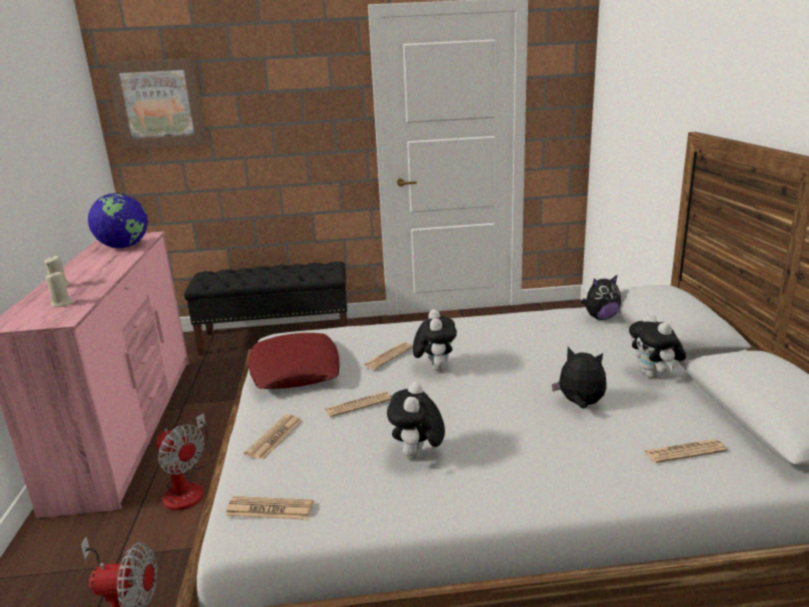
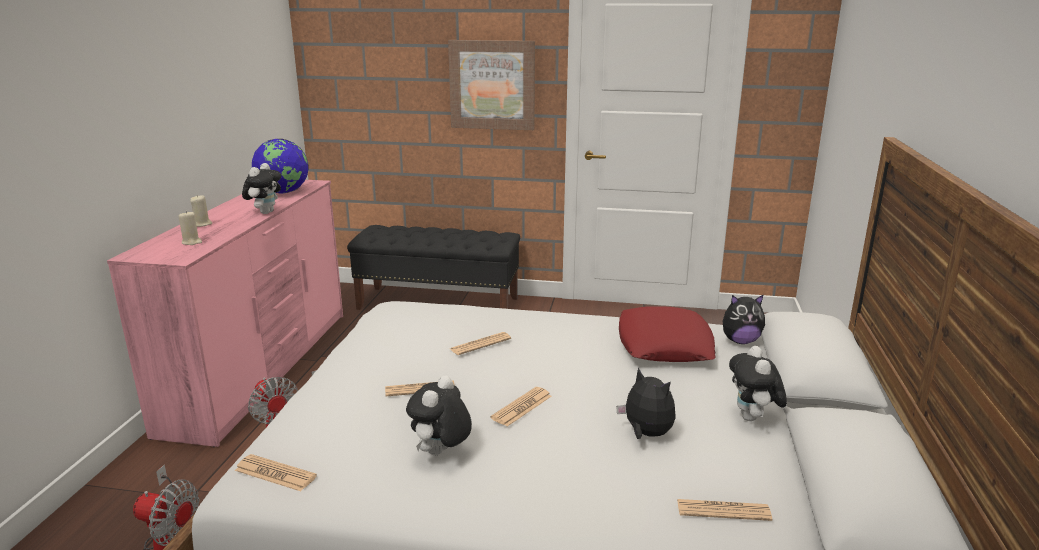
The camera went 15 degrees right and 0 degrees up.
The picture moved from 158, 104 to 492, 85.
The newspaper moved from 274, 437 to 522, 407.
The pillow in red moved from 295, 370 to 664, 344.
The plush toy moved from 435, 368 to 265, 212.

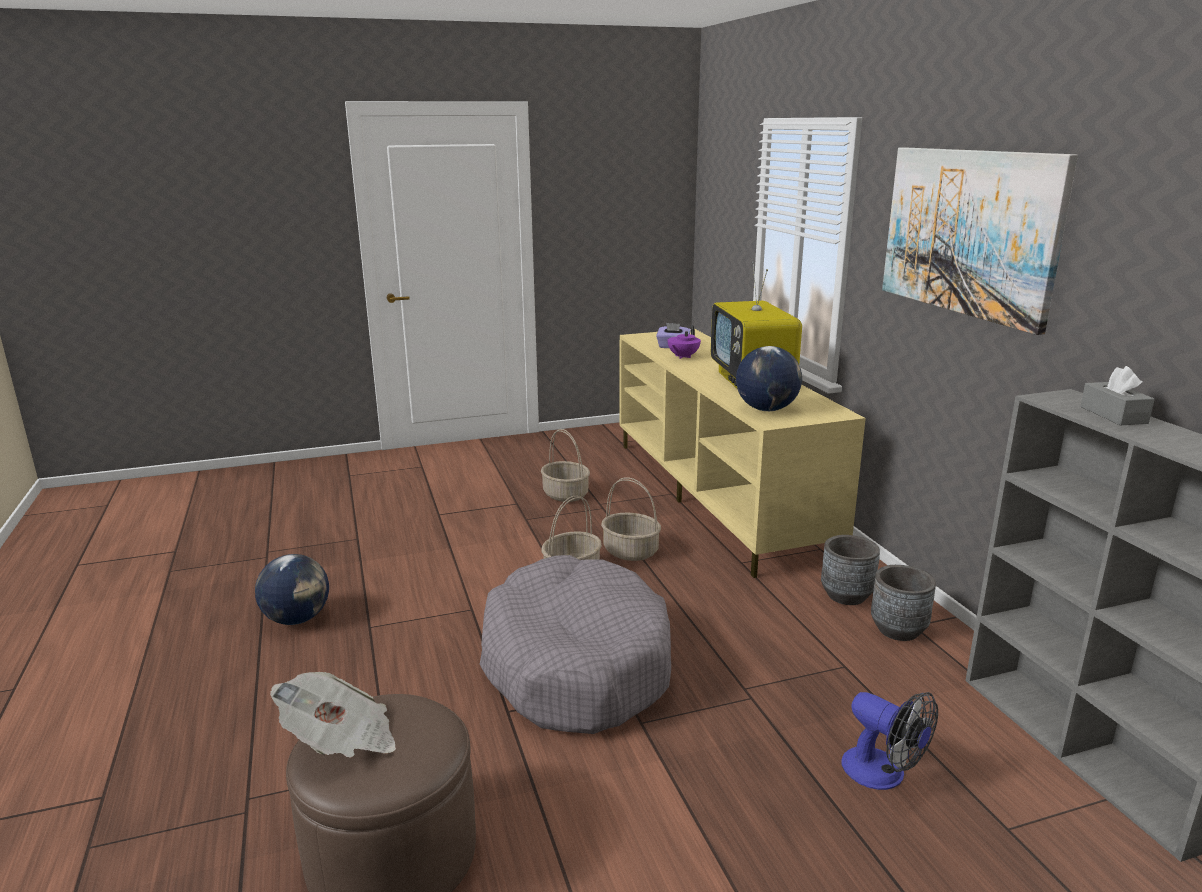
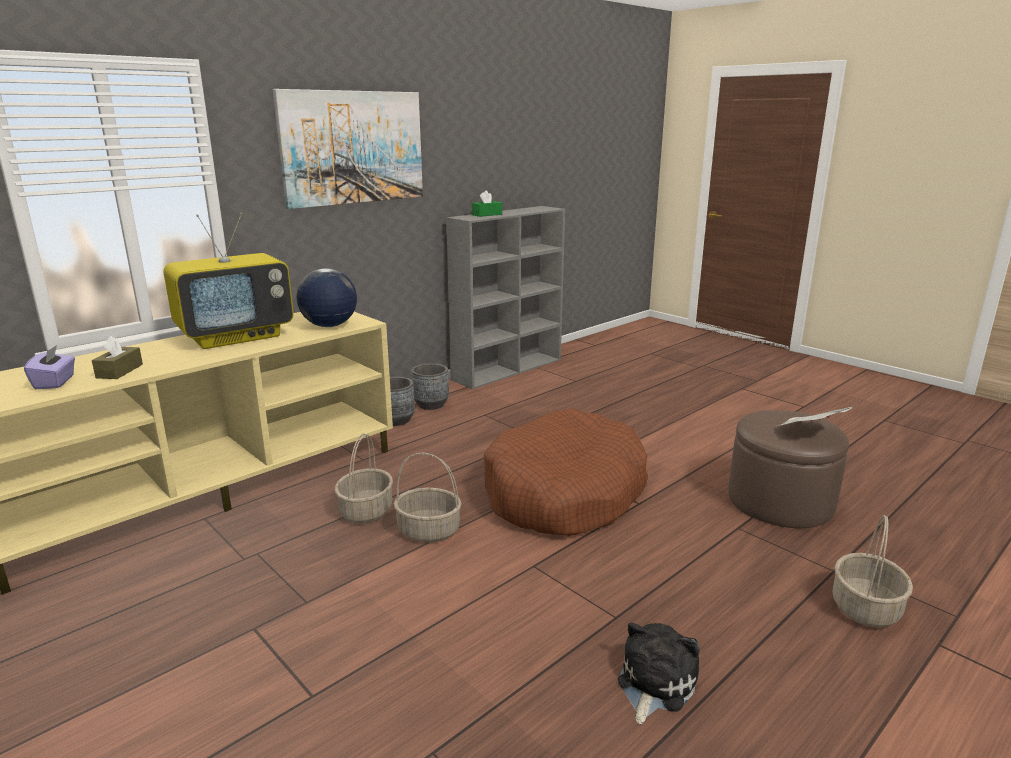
The camera went 115 degrees left and 0 degrees up.
The fan at 883, 774 disappeared.
The basket moved from 566, 494 to 865, 607.
The globe at 297, 619 was replaced by the plush toy at 654, 684.
The teapot in purple at 682, 357 was replaced by the tissue box in brown at 119, 371.
The dog bed in grey at 575, 664 became the dog bed in brown at 564, 493.
The tissue box in grey at 1113, 415 became the tissue box in green at 487, 214.

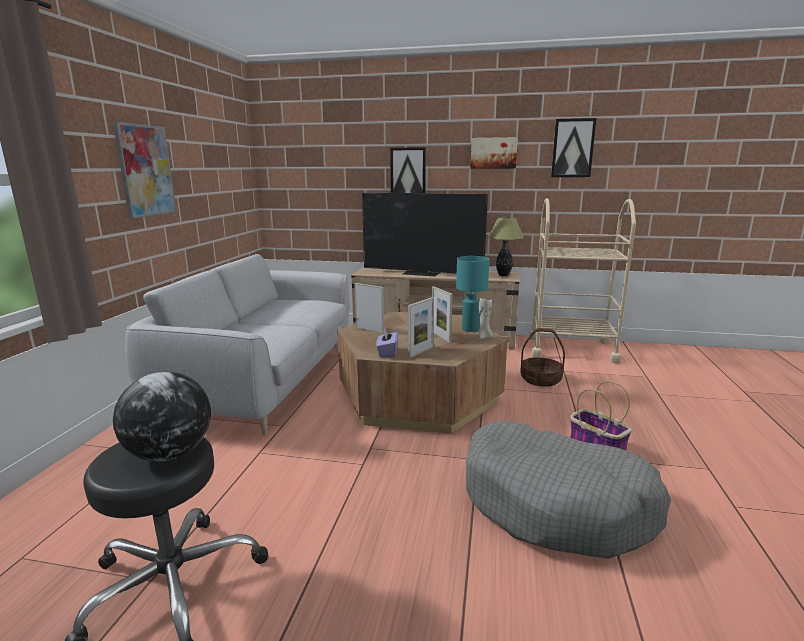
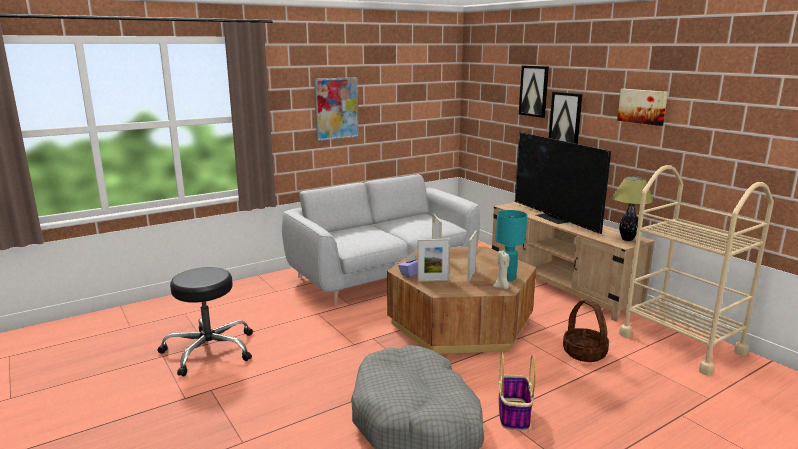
The camera went 45 degrees right and 0 degrees up.
The globe at 170, 454 disappeared.
The picture moved from 572, 148 to 534, 91.

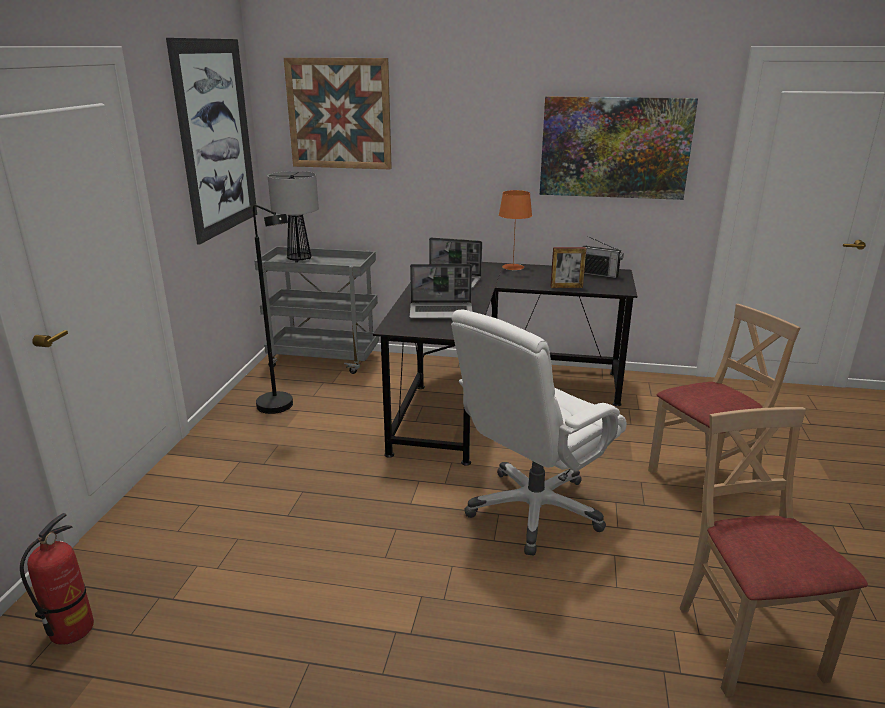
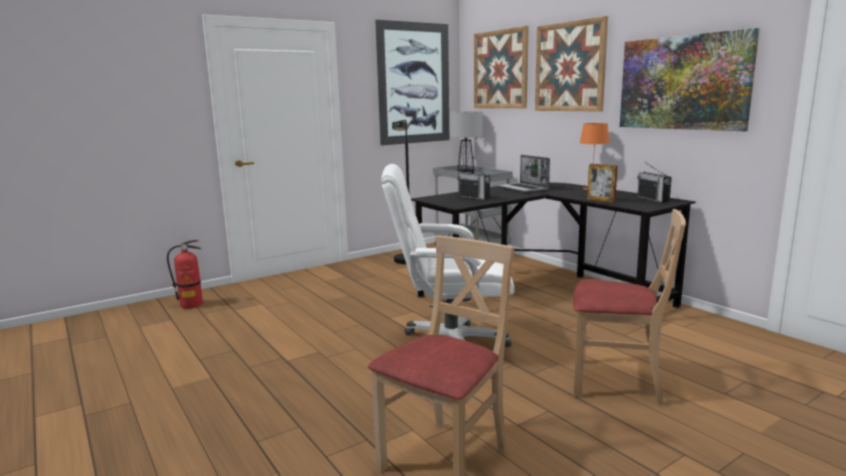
The camera went 45 degrees right and 10 degrees down.
The picture at 569, 67 appeared.
The laptop at 442, 312 was replaced by the radio at 474, 197.

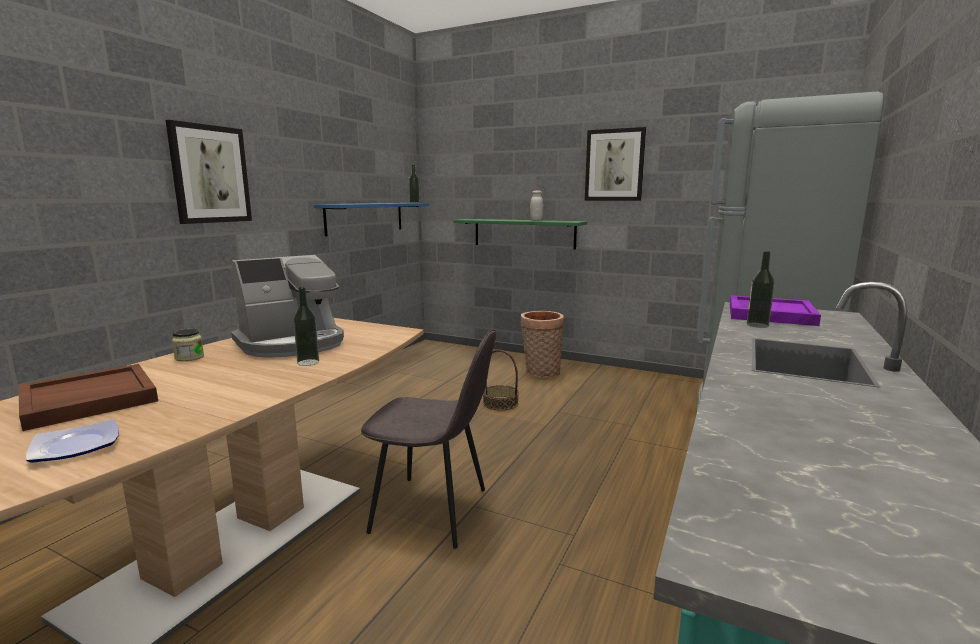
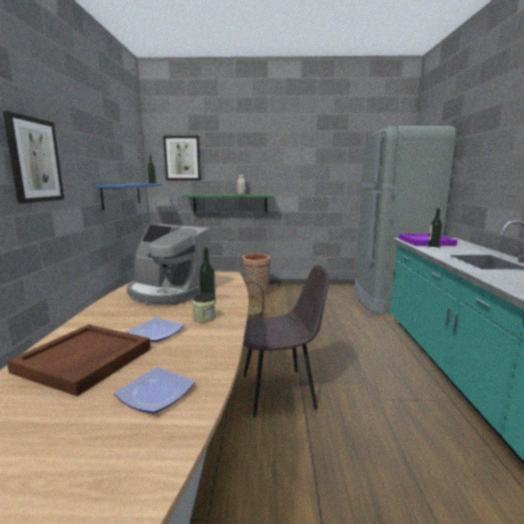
The camera went 25 degrees left and 0 degrees up.
The plate at 157, 333 appeared.
The jar moved from 189, 357 to 204, 318.
The picture moved from 614, 165 to 182, 158.
The coffee machine at 292, 344 turned 90 degrees clockwise.

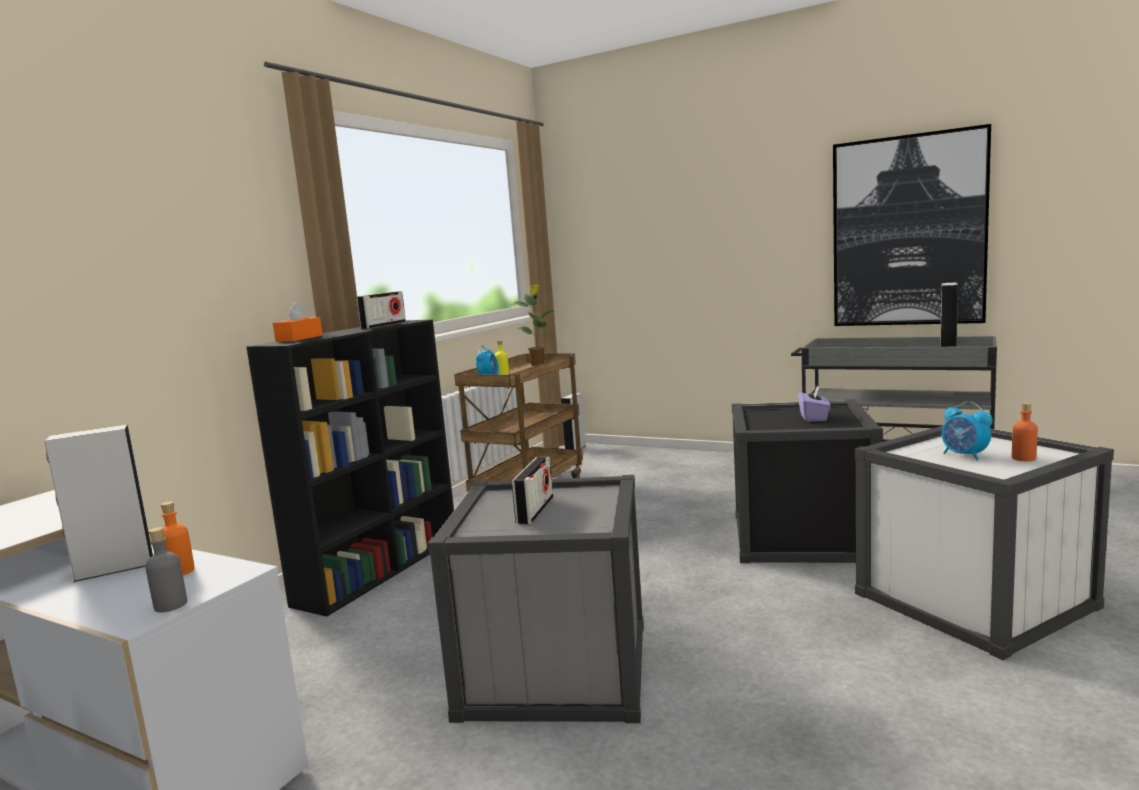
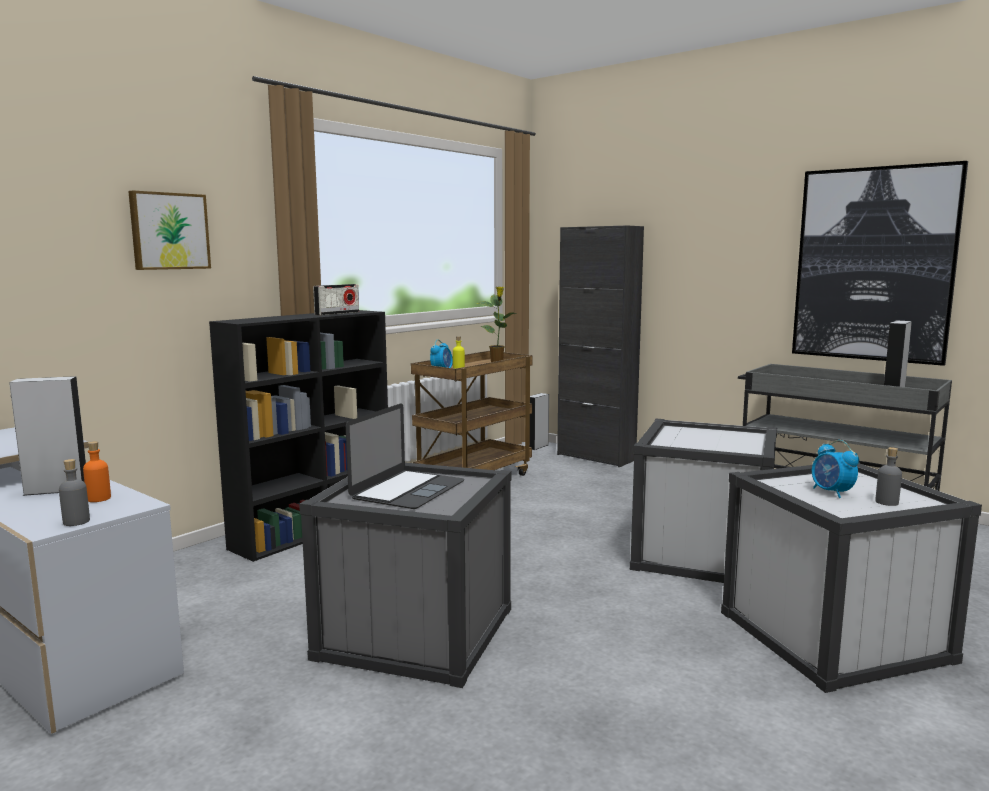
The camera went 10 degrees right and 0 degrees up.
The tissue box in orange at 299, 338 disappeared.
The tissue box in purple at 814, 417 disappeared.
The picture at 169, 231 appeared.
The cabinet in black at 596, 457 appeared.
The radio at 535, 510 was replaced by the laptop at 408, 490.
The storage box in black at 802, 537 became the storage box in white at 703, 555.
The bottle in orange at 1023, 458 became the bottle in grey at 887, 502.

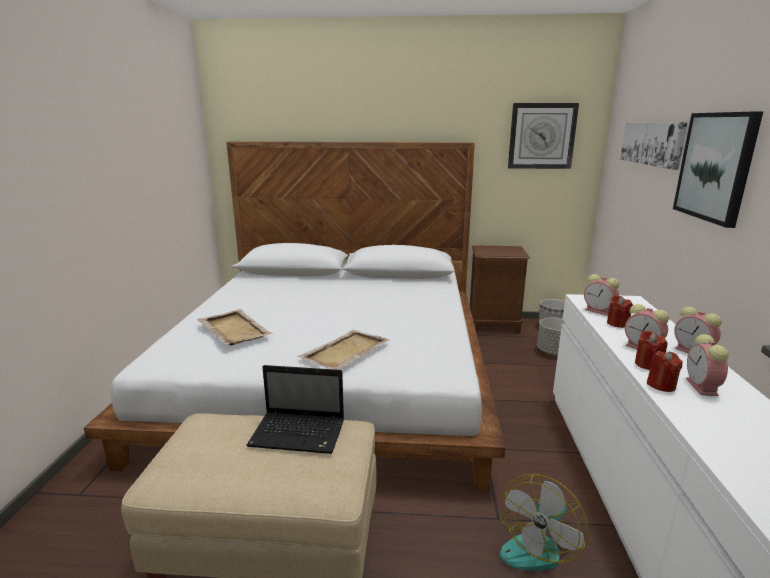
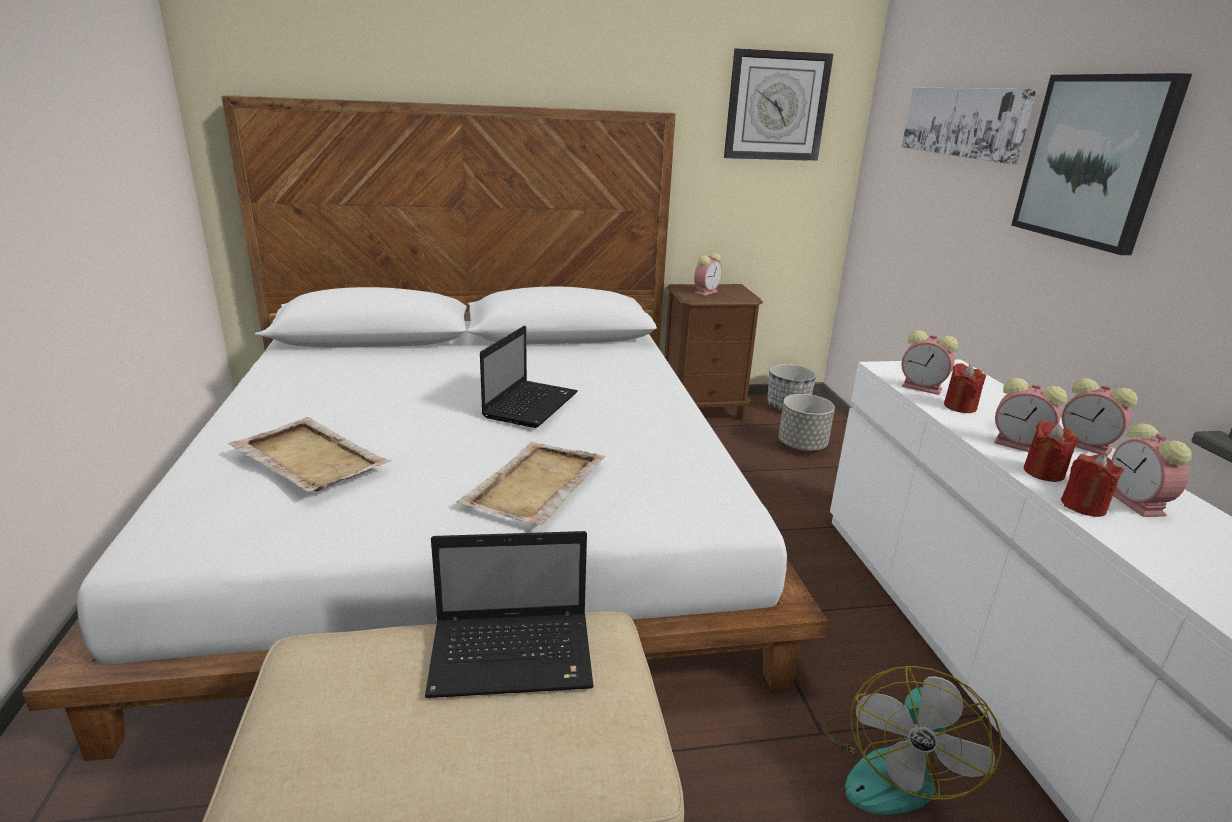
The camera went 15 degrees left and 5 degrees up.
The laptop at 531, 404 appeared.
The alarm clock at 706, 292 appeared.

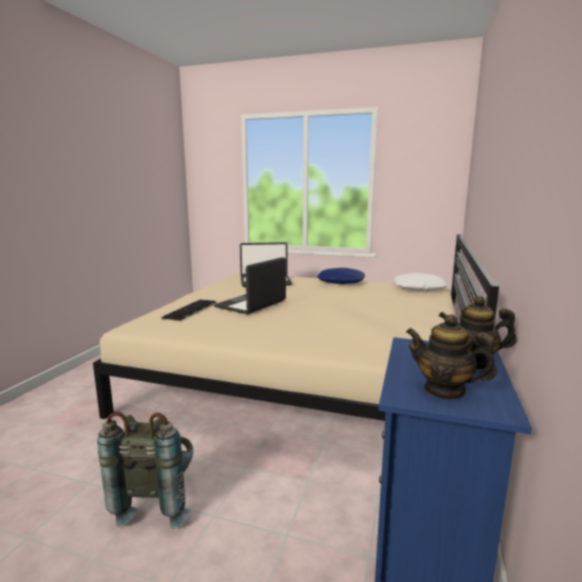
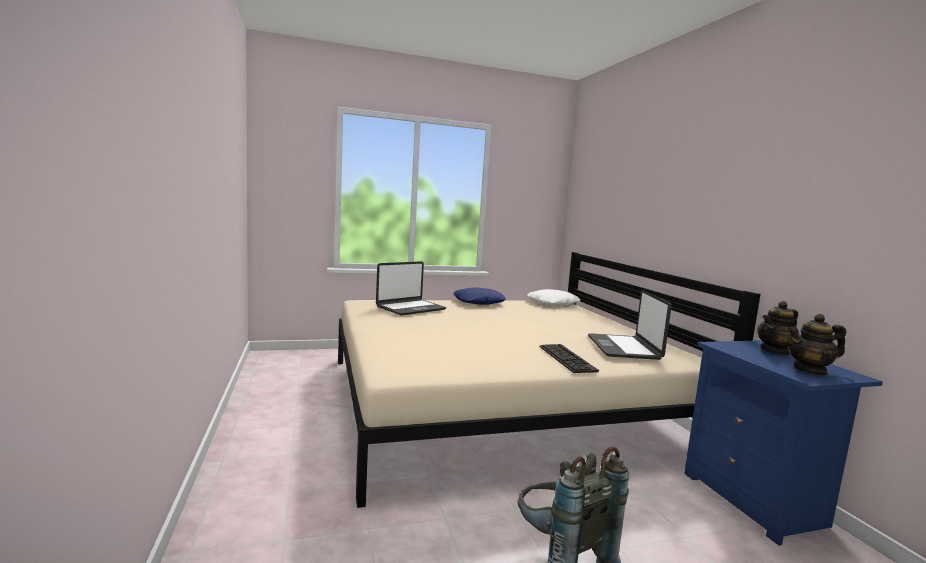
The camera went 35 degrees left and 5 degrees down.
The keyboard moved from 191, 310 to 568, 359.
The laptop moved from 251, 304 to 624, 348.

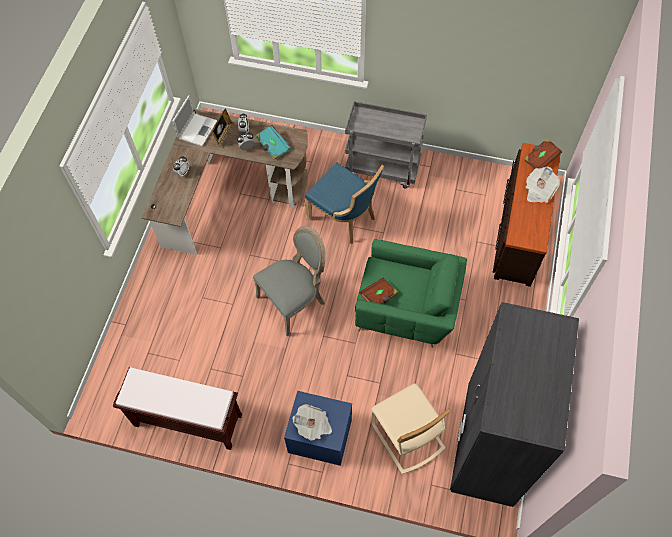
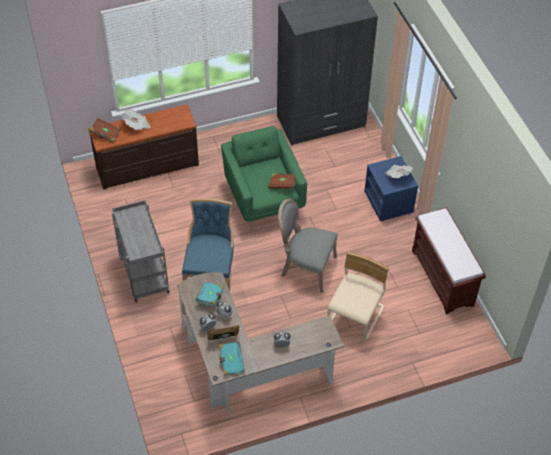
The camera went 125 degrees left and 10 degrees down.
The chair in beige moved from 407, 436 to 356, 317.
The laptop at 197, 129 was replaced by the book in turquoise at 231, 362.

